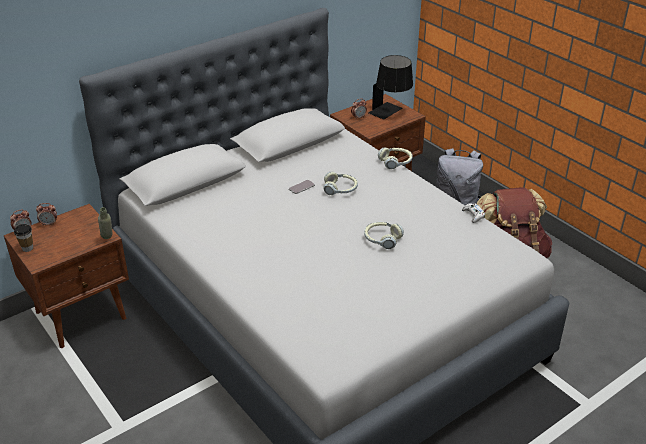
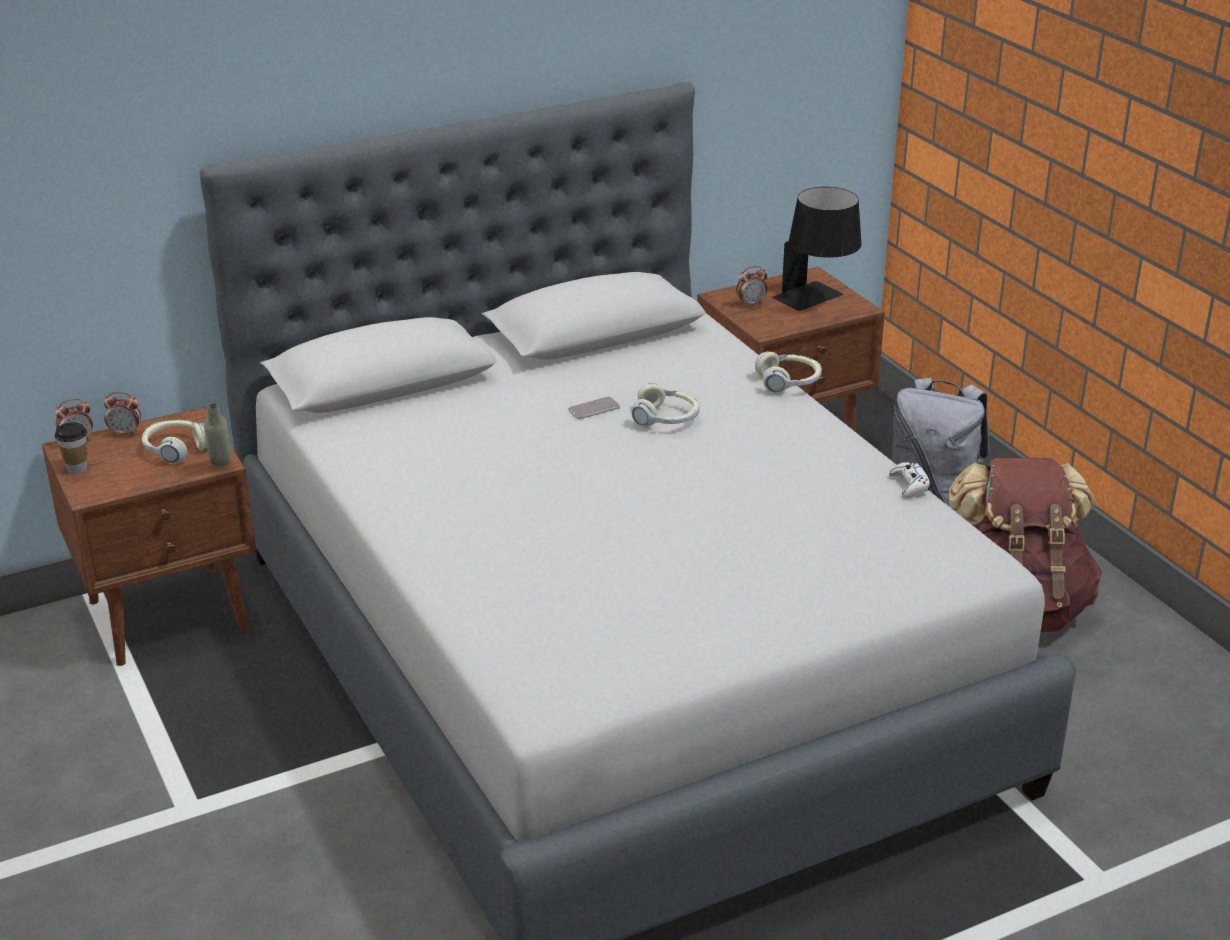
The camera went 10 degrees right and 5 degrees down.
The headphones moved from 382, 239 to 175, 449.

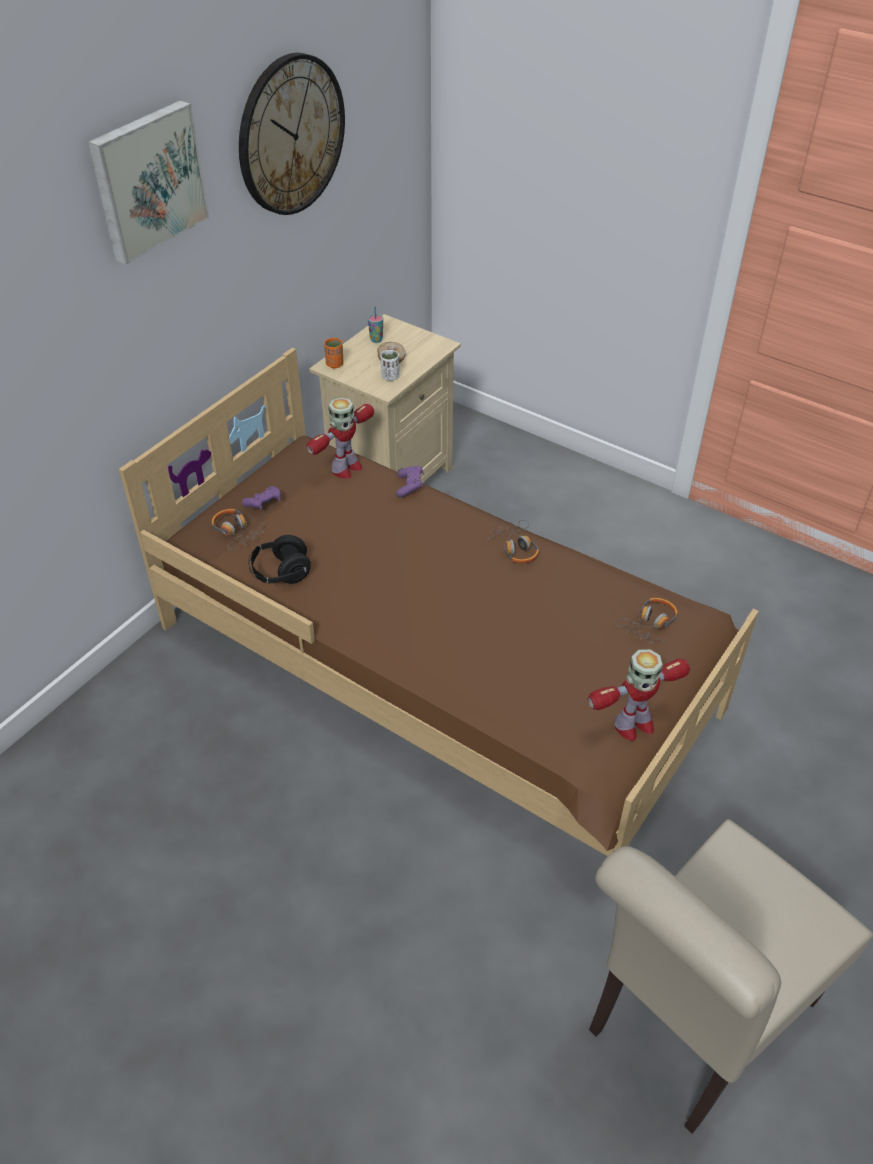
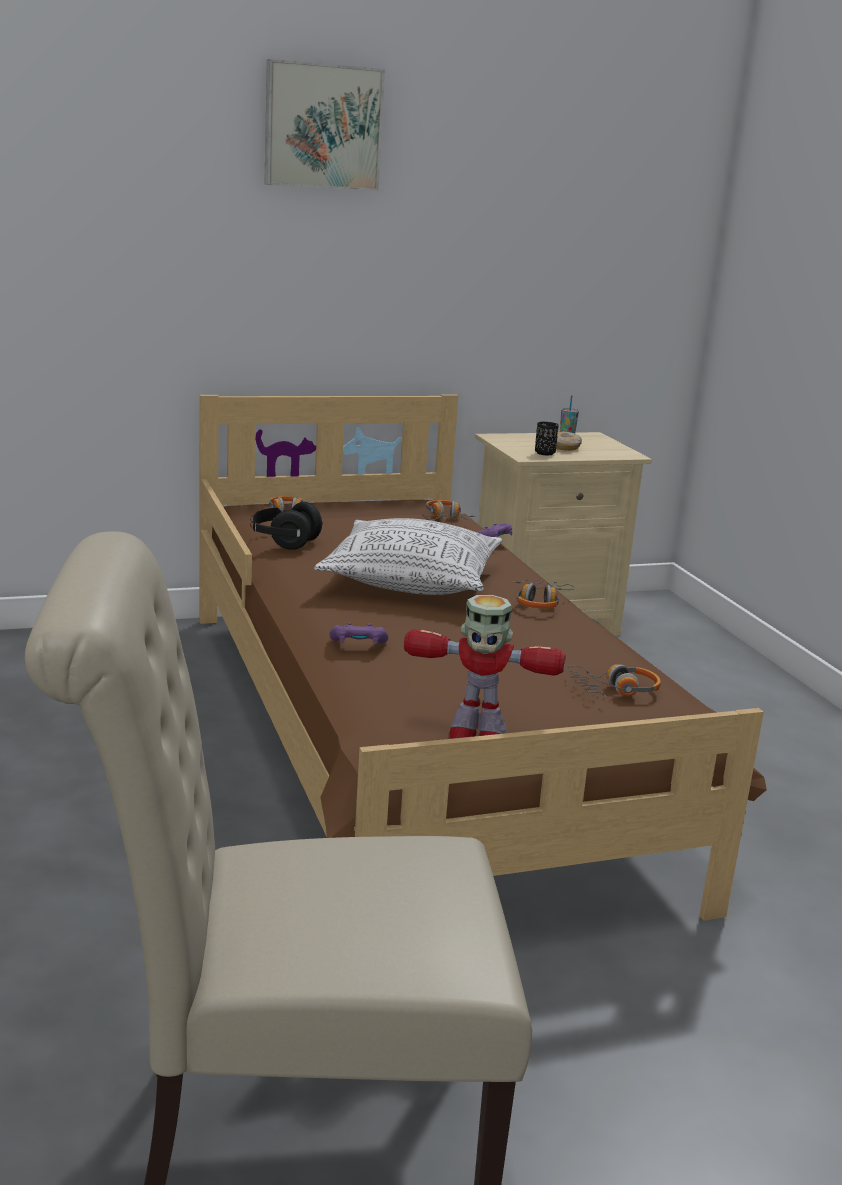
The camera went 35 degrees right and 25 degrees down.
The wall clock at 290, 135 disappeared.
The cup in orange at 335, 364 disappeared.
The pillow at 412, 581 appeared.
The game controller in purple moved from 264, 504 to 358, 646.
The toy robot at 346, 468 was replaced by the headphones at 445, 518.
The cup in white at 390, 376 became the cup in black at 544, 453.

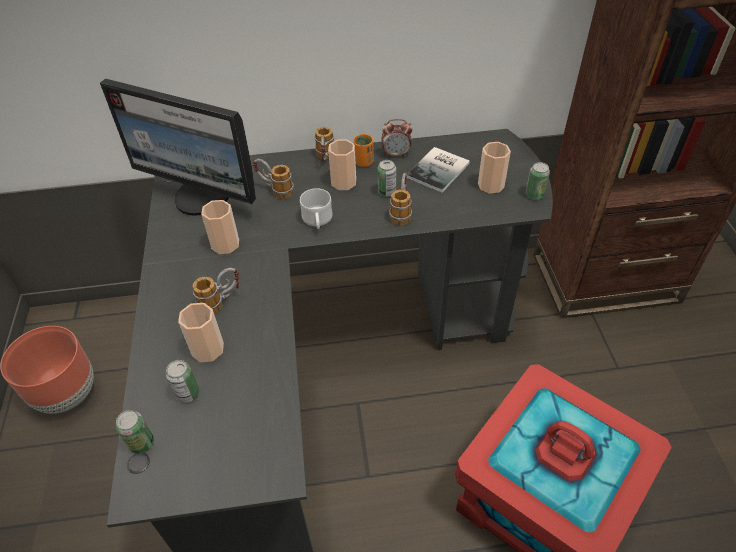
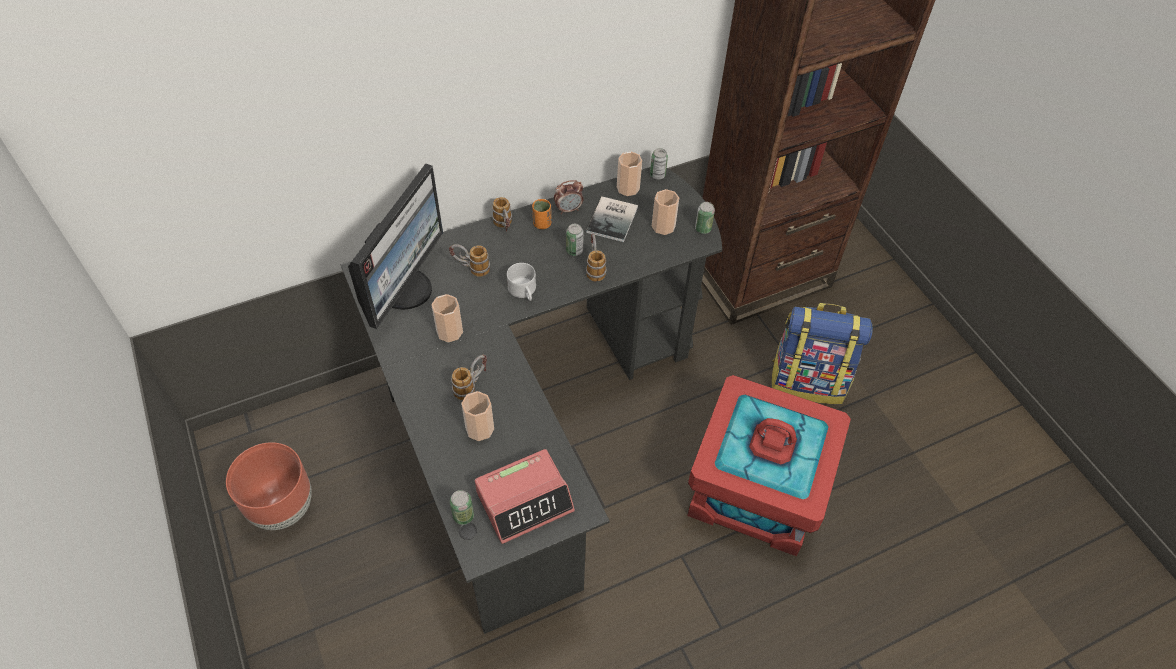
The camera went 20 degrees left and 5 degrees up.
The alarm clock at 525, 501 appeared.
The backpack at 808, 381 appeared.
The can moved from 188, 393 to 657, 175.
The cup moved from 343, 182 to 628, 188.
The monitor at 203, 196 turned 75 degrees counterclockwise.

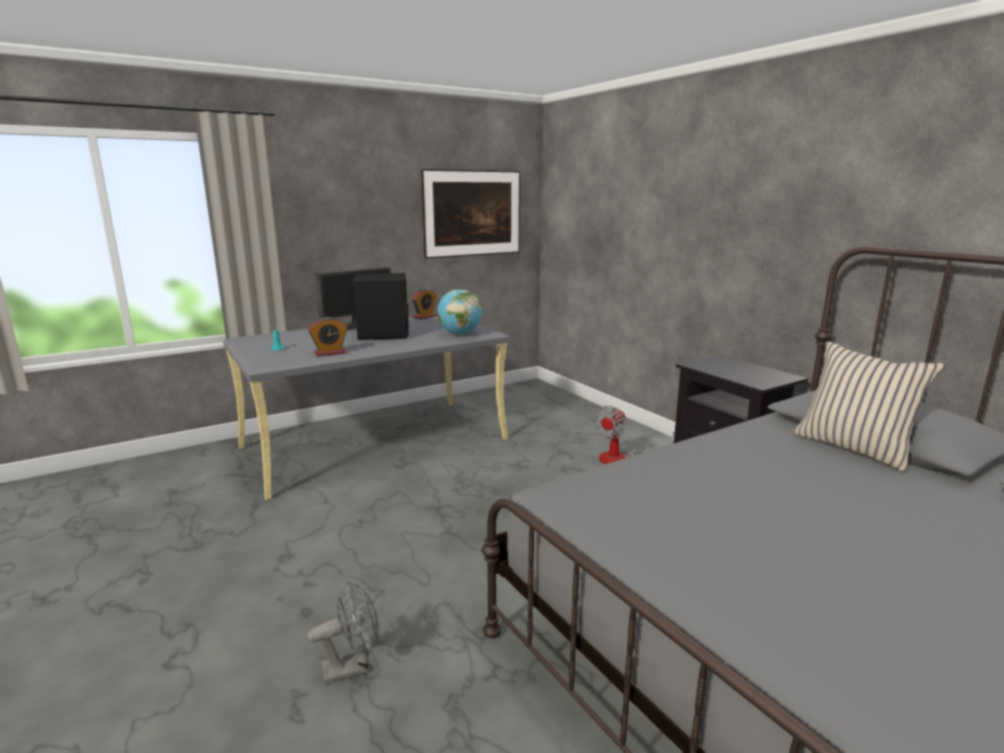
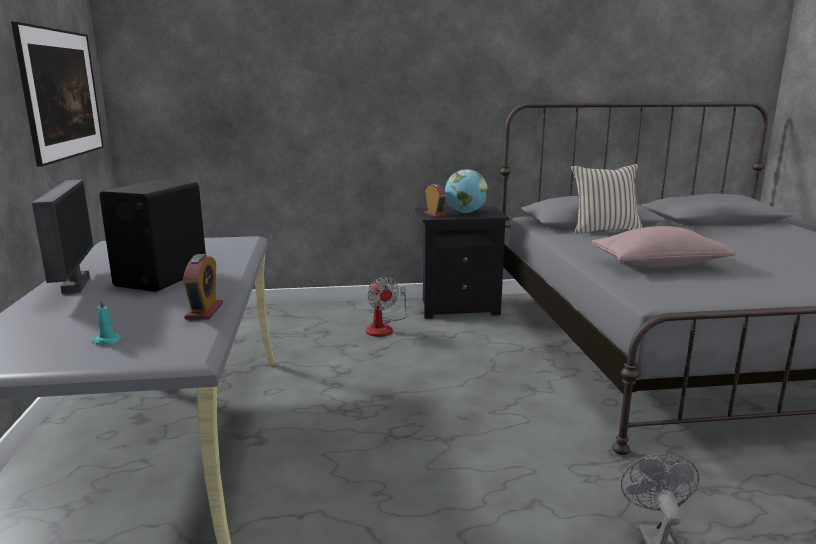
The camera went 65 degrees left and 0 degrees up.
The pillow in pink at 658, 265 appeared.
The alarm clock moved from 425, 316 to 435, 215.
The globe moved from 460, 334 to 465, 212.

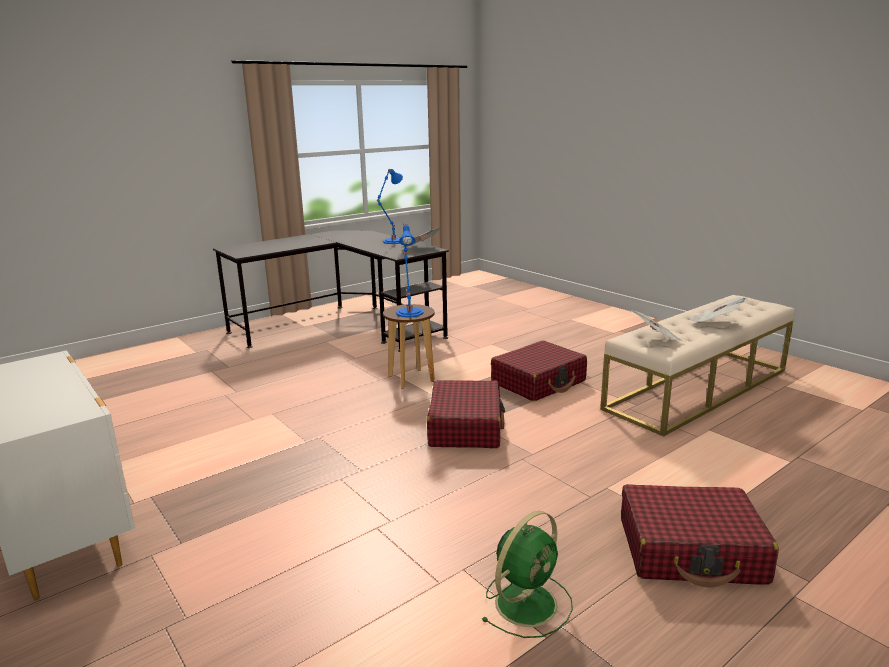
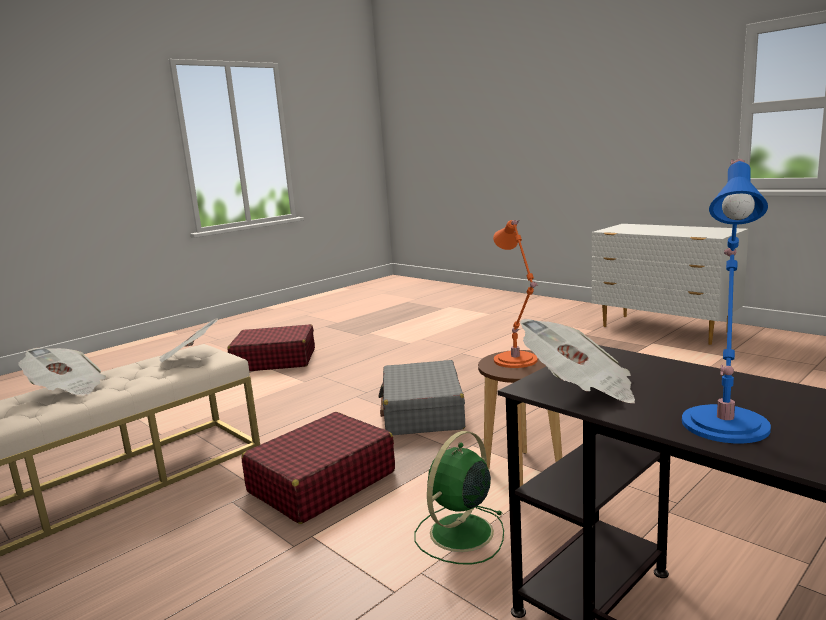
The camera went 175 degrees right and 5 degrees down.
The fan in green moved from 527, 602 to 459, 534.
The table lamp in blue at 409, 312 became the table lamp in orange at 516, 361.
The suitcase in red at 465, 426 became the suitcase in grey at 422, 412.

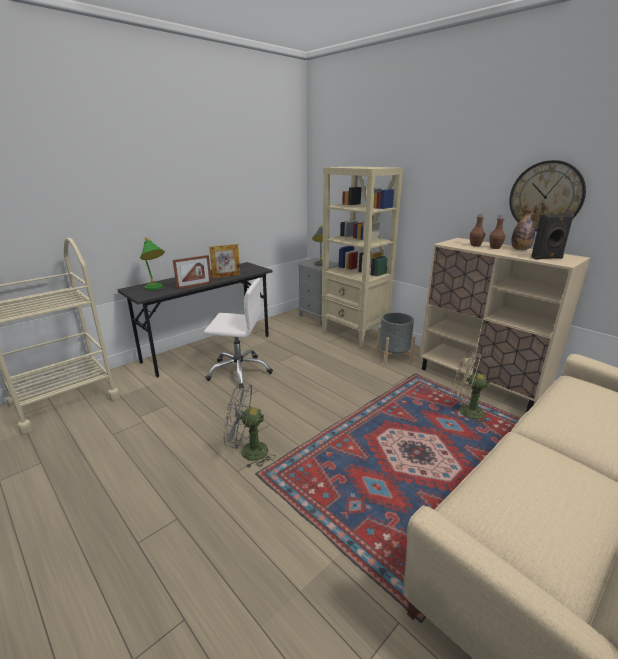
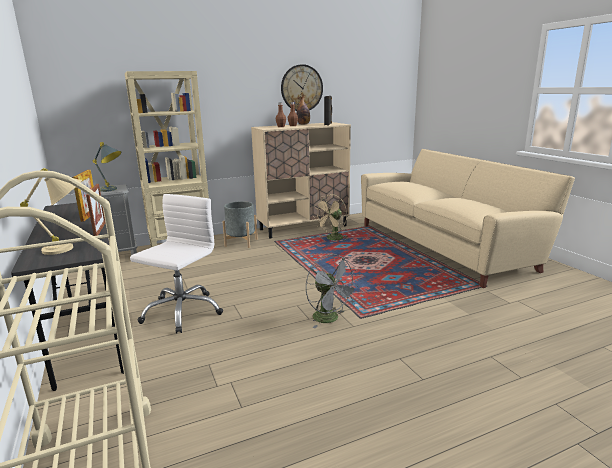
The camera went 70 degrees left and 5 degrees down.
The table lamp in green at 156, 289 became the table lamp in beige at 69, 248.
The fan in grey at 247, 452 turned 60 degrees counterclockwise.

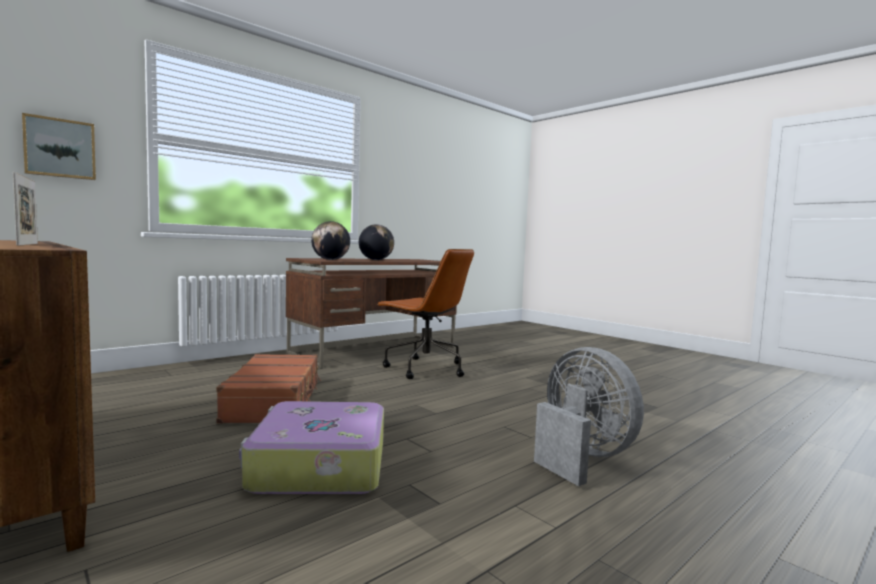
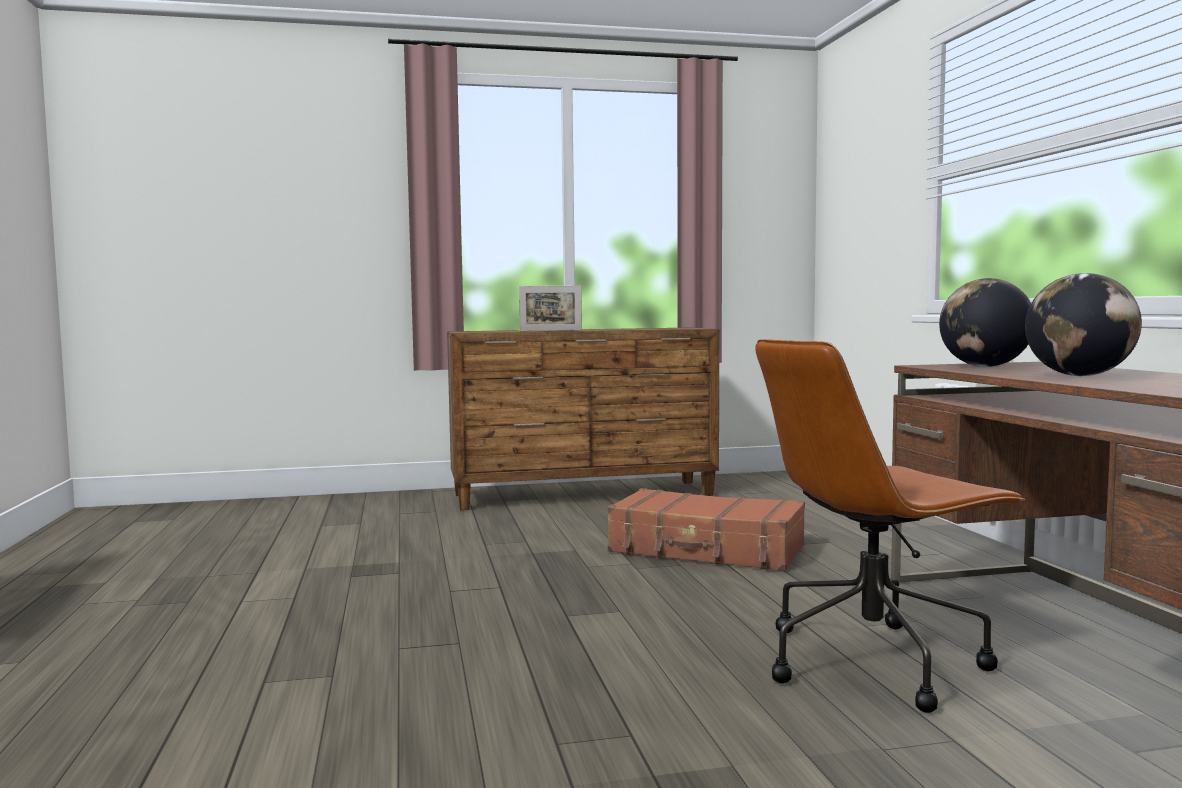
The camera went 120 degrees right and 0 degrees up.
The picture at 59, 148 disappeared.
The suitcase at 318, 466 disappeared.
The fan in grey at 581, 457 disappeared.

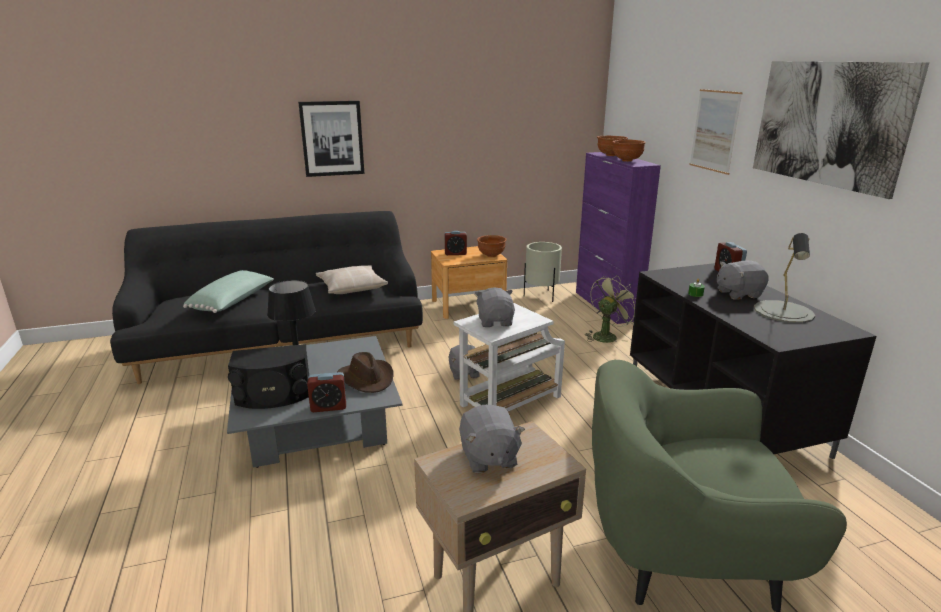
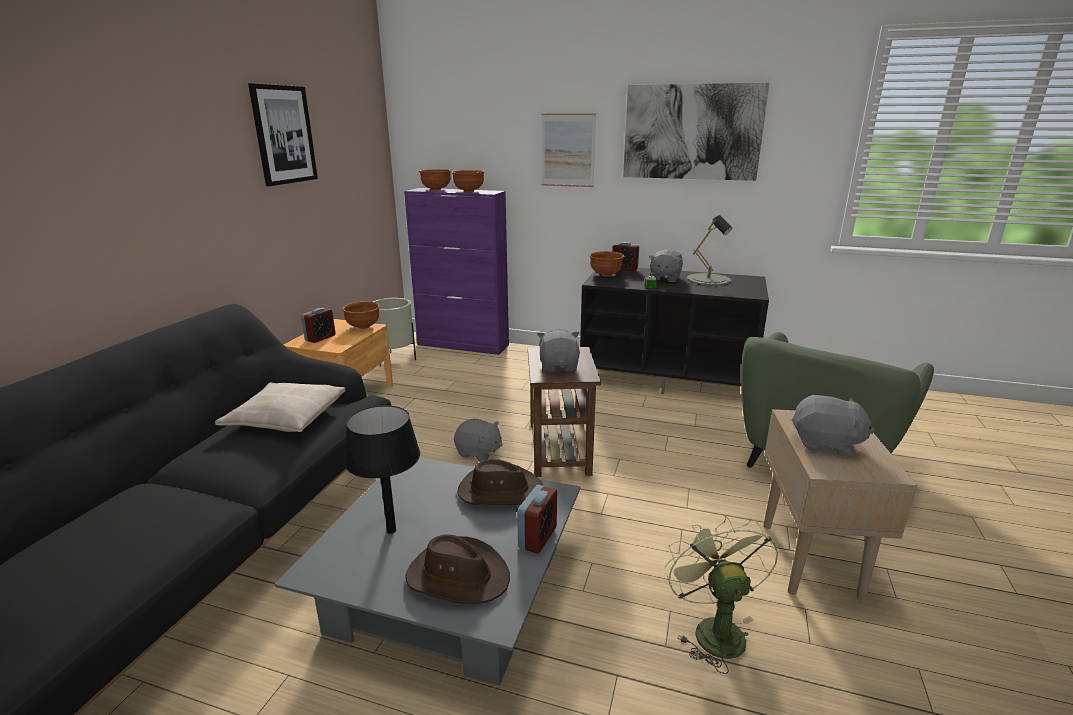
The camera went 55 degrees left and 0 degrees up.
The pillow in green at 233, 302 disappeared.
The bowl in brown at 605, 275 appeared.
The picture moved from 332, 138 to 284, 135.
The fan in green moved from 607, 336 to 713, 629.
The speaker in black at 273, 395 was replaced by the hat in brown at 458, 576.
The side table in white at 508, 402 became the side table in brown at 559, 451.
The plush toy in grey at 495, 321 turned 60 degrees clockwise.

